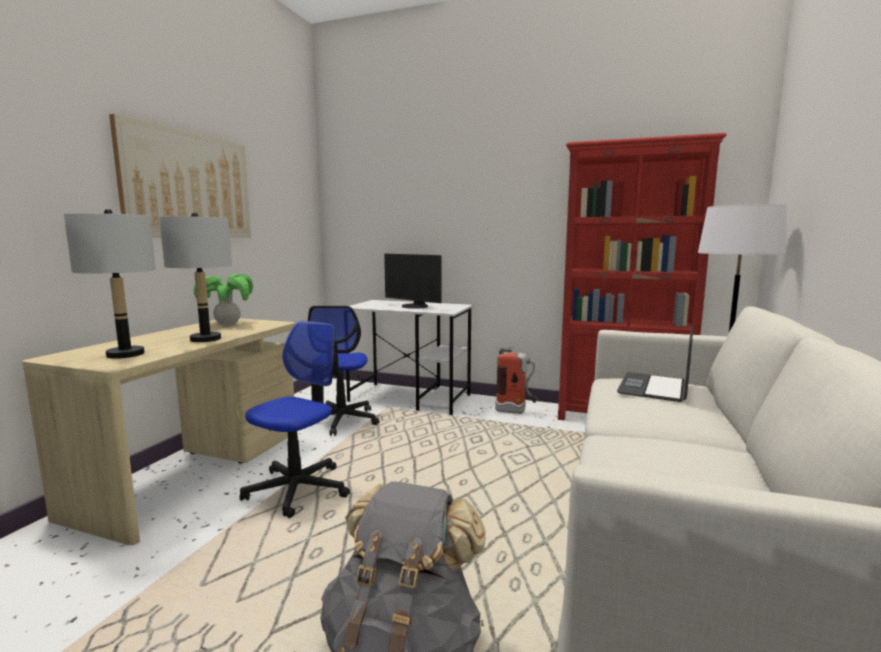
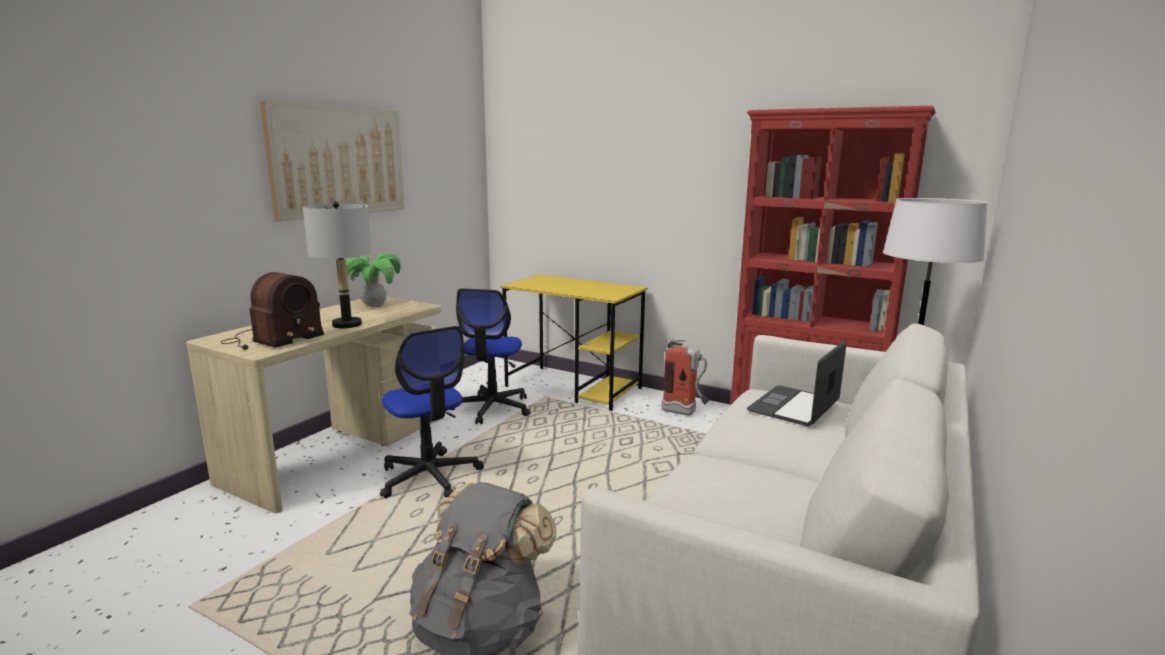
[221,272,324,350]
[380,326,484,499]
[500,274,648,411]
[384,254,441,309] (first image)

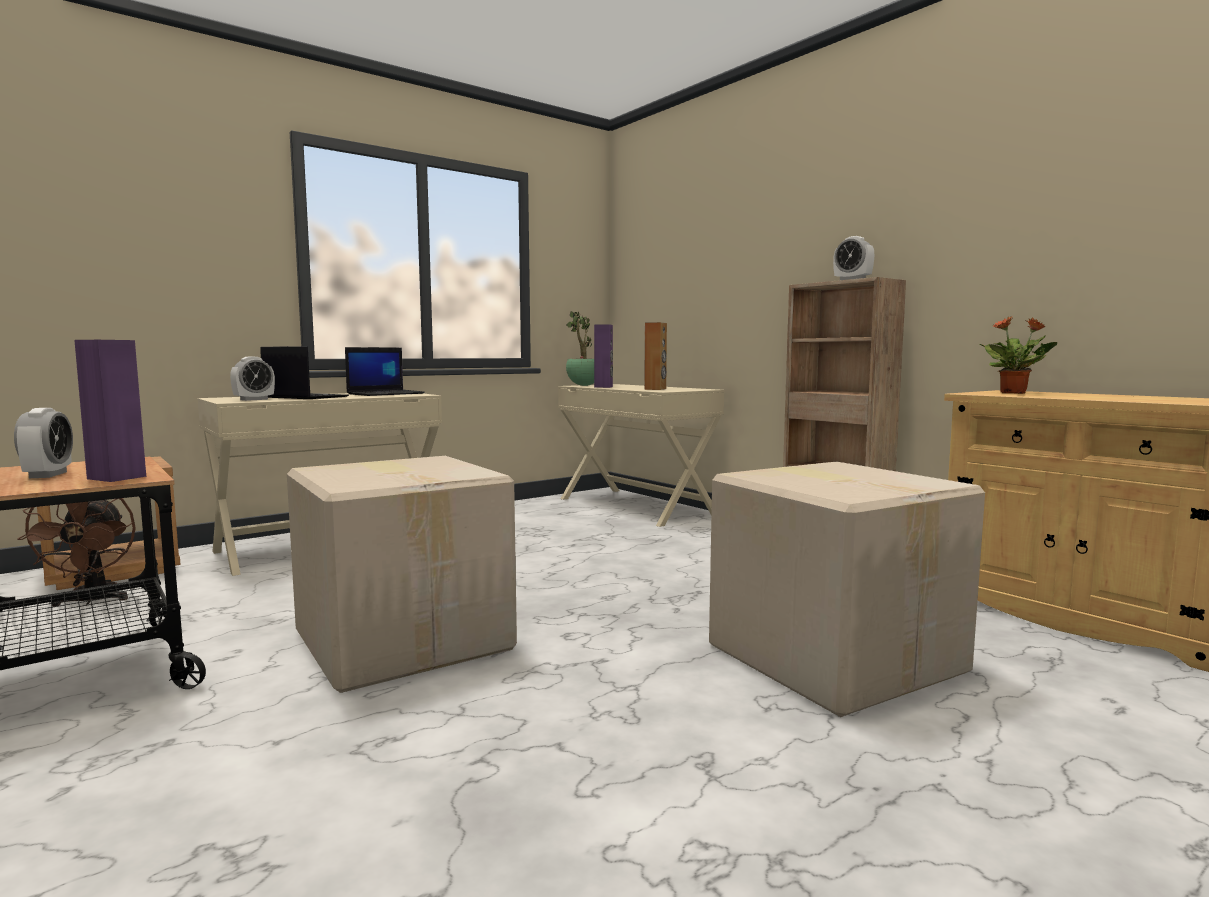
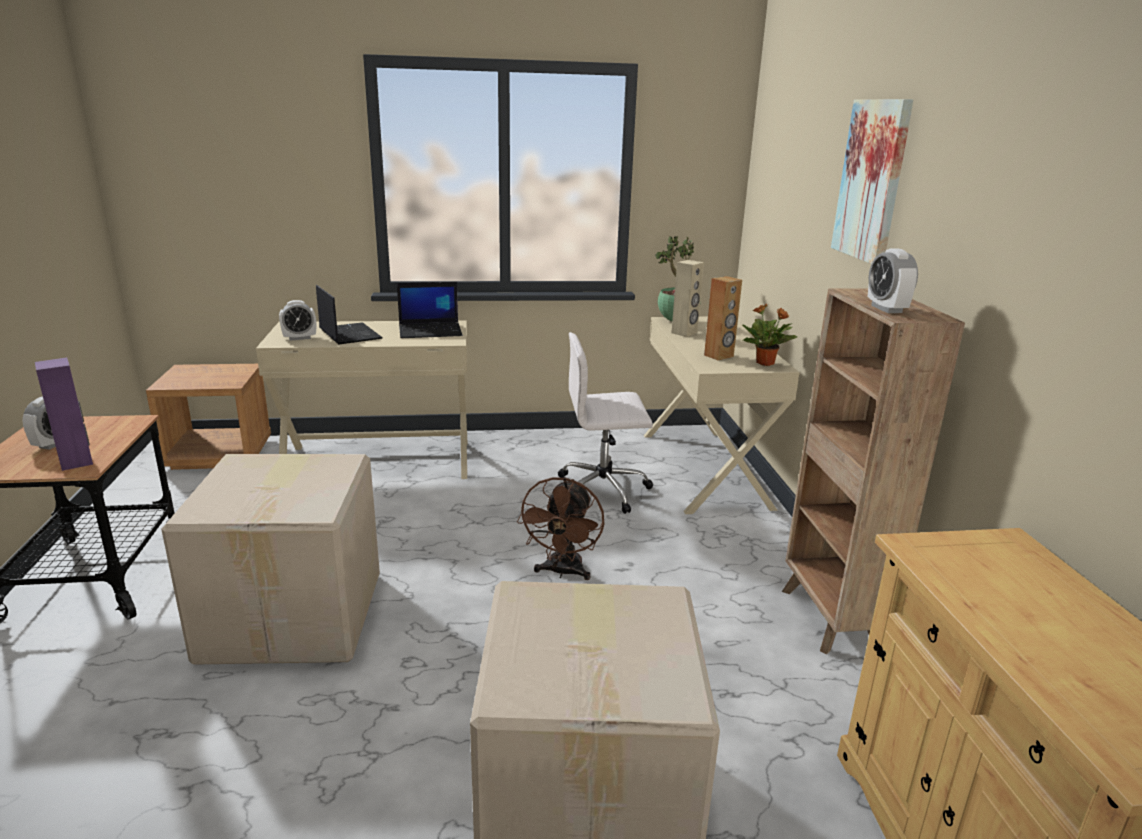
[517,477,604,580]
[671,260,704,337]
[742,304,797,366]
[558,332,653,514]
[831,99,914,264]

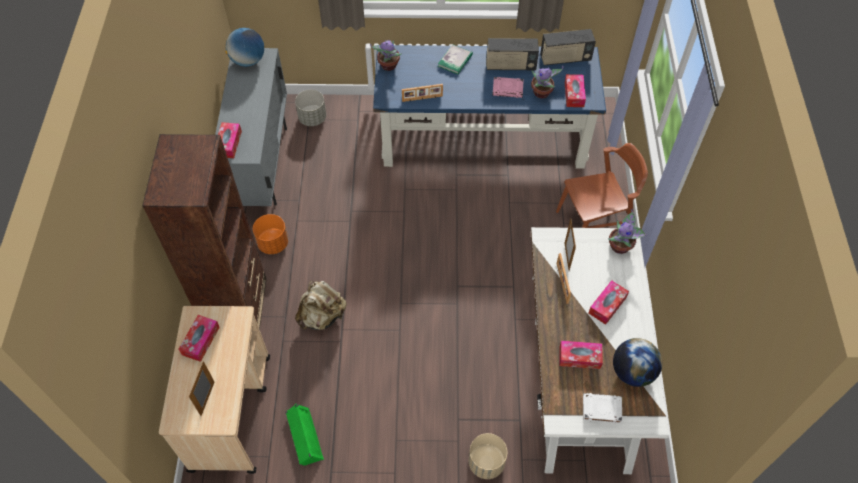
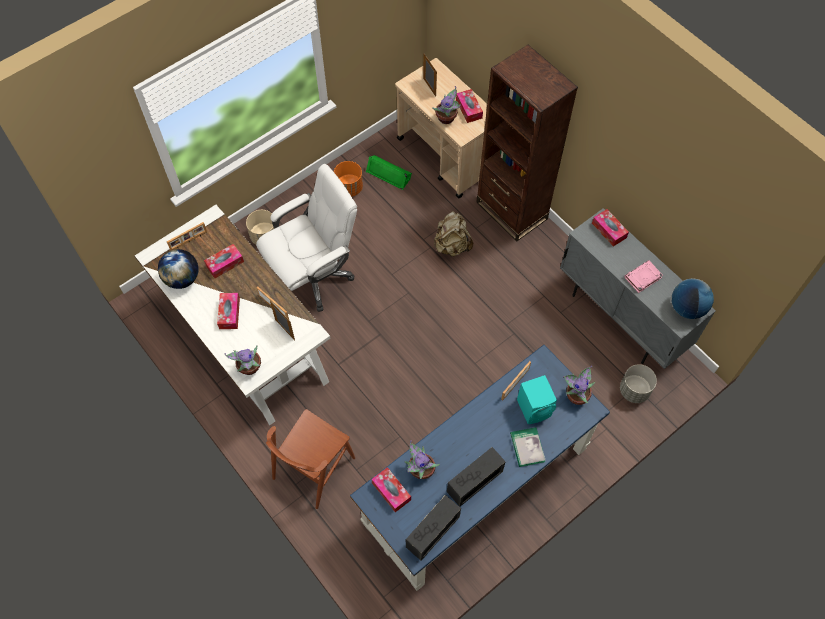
[334,161,363,197]
[624,260,663,293]
[167,222,207,251]
[256,164,357,312]
[432,86,461,124]
[517,375,557,424]

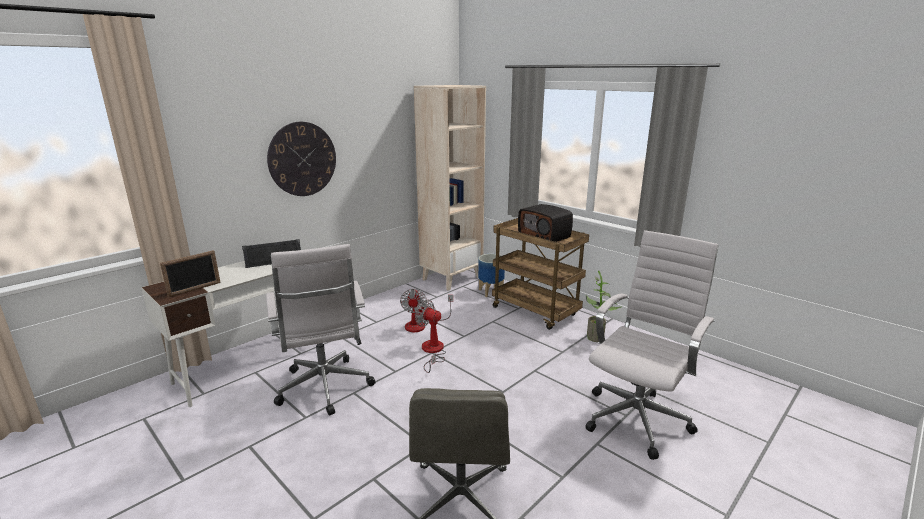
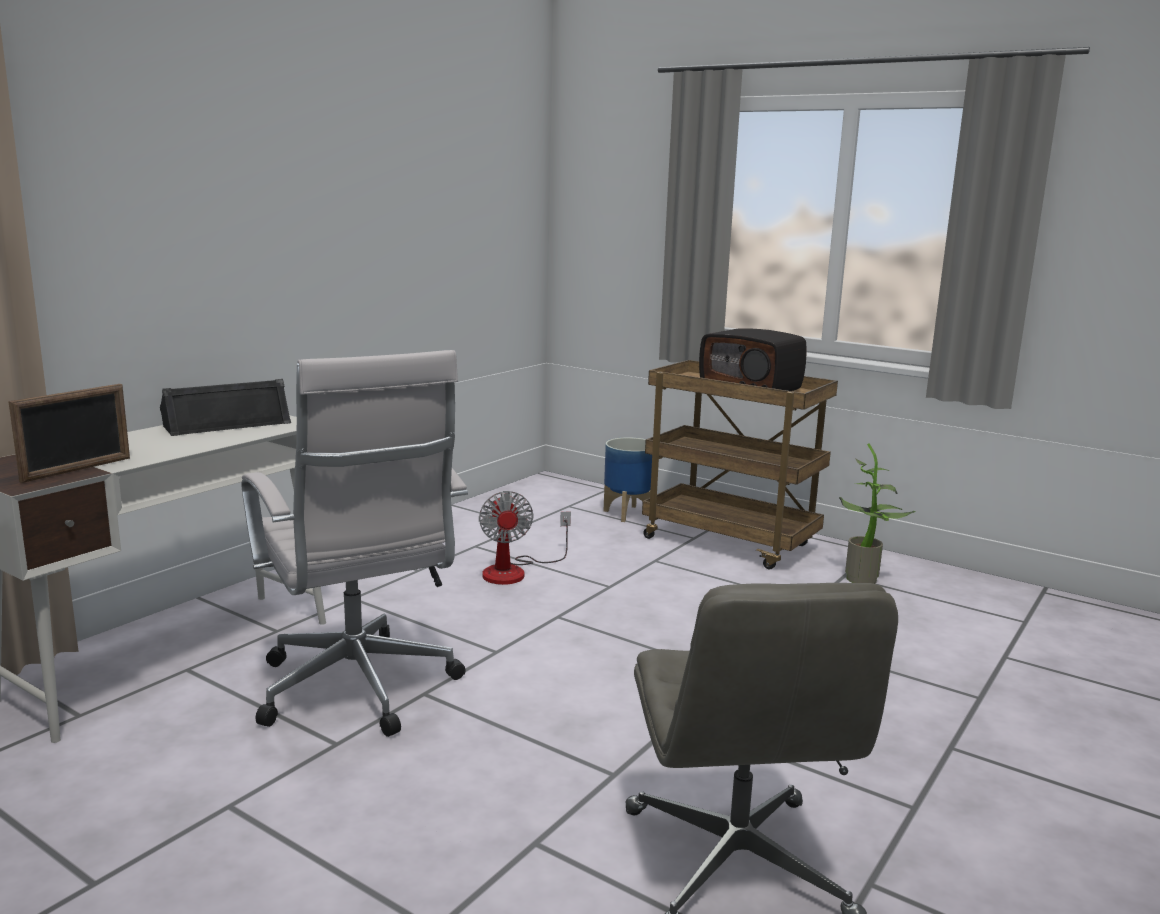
[267,122,336,196] (first image)
[414,85,486,291] (first image)
[415,300,446,373] (first image)
[585,230,718,460] (first image)

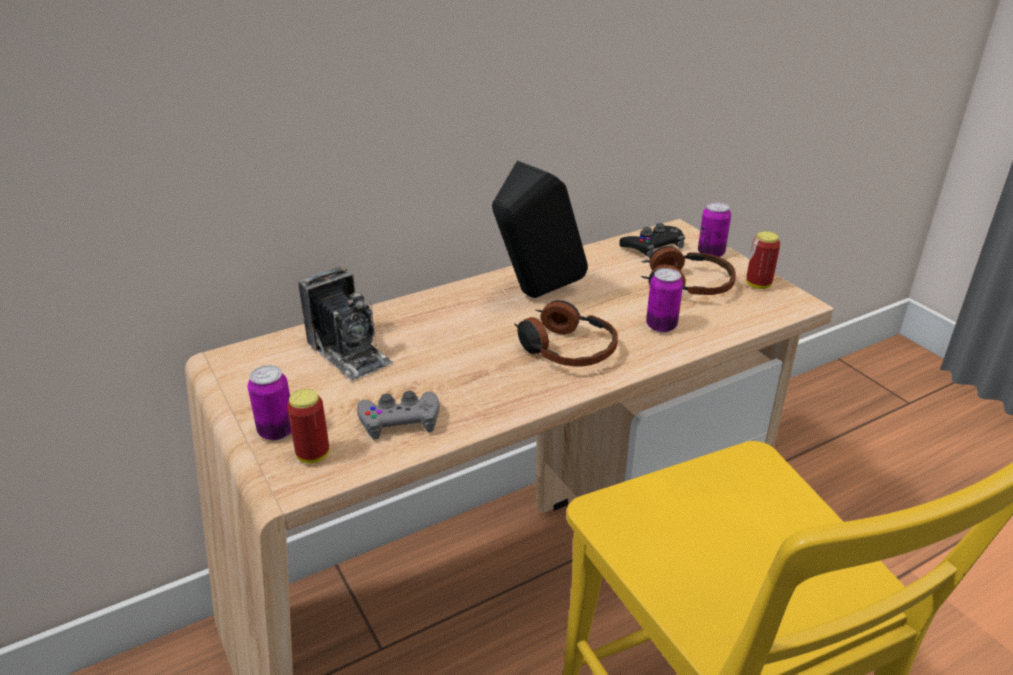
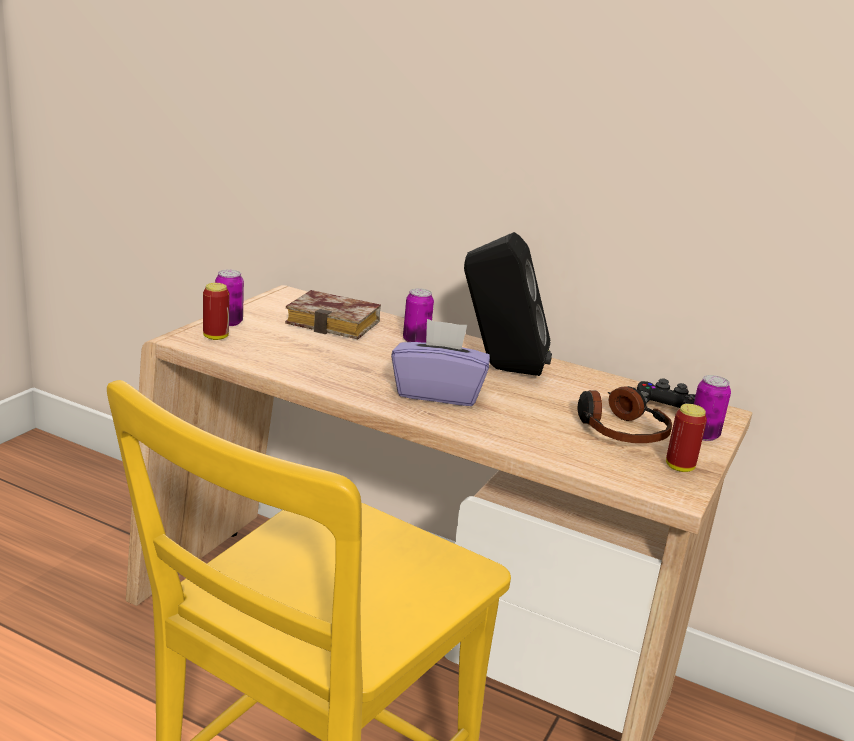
[285,290,381,339]
[357,391,440,440] (first image)
[391,319,490,406]
[403,288,434,343]

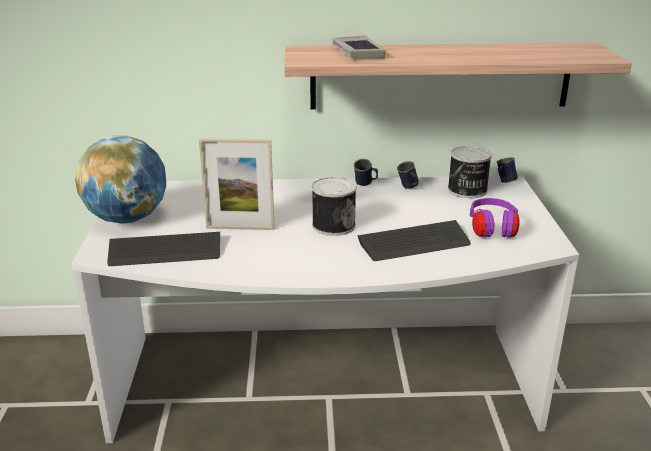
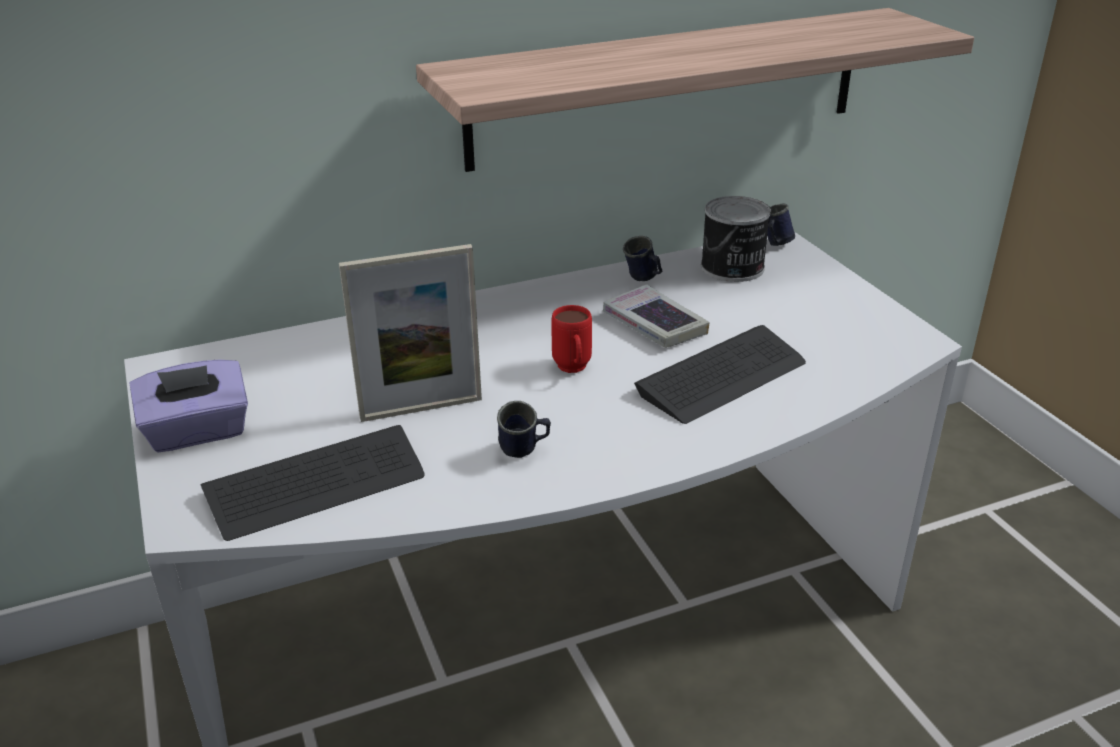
[129,359,248,452]
[551,305,592,373]
[603,284,710,348]
[497,401,551,458]
[470,198,520,238] (first image)

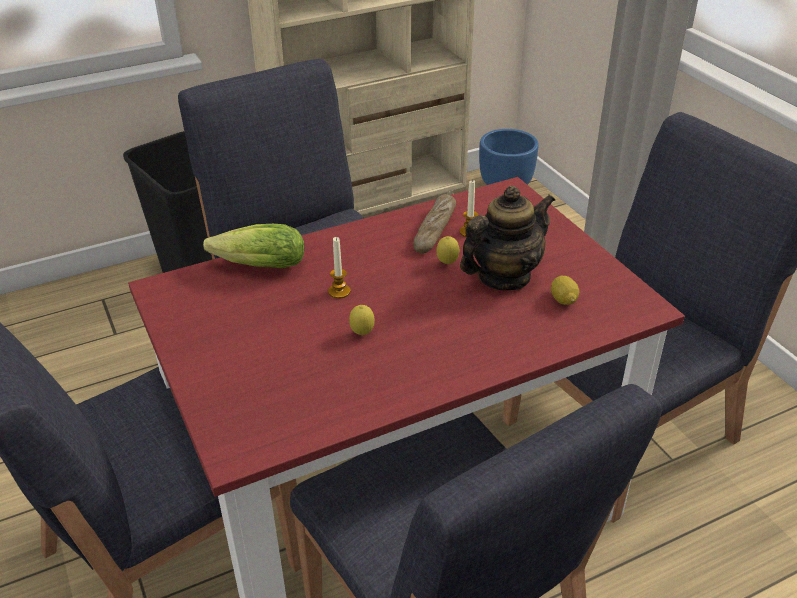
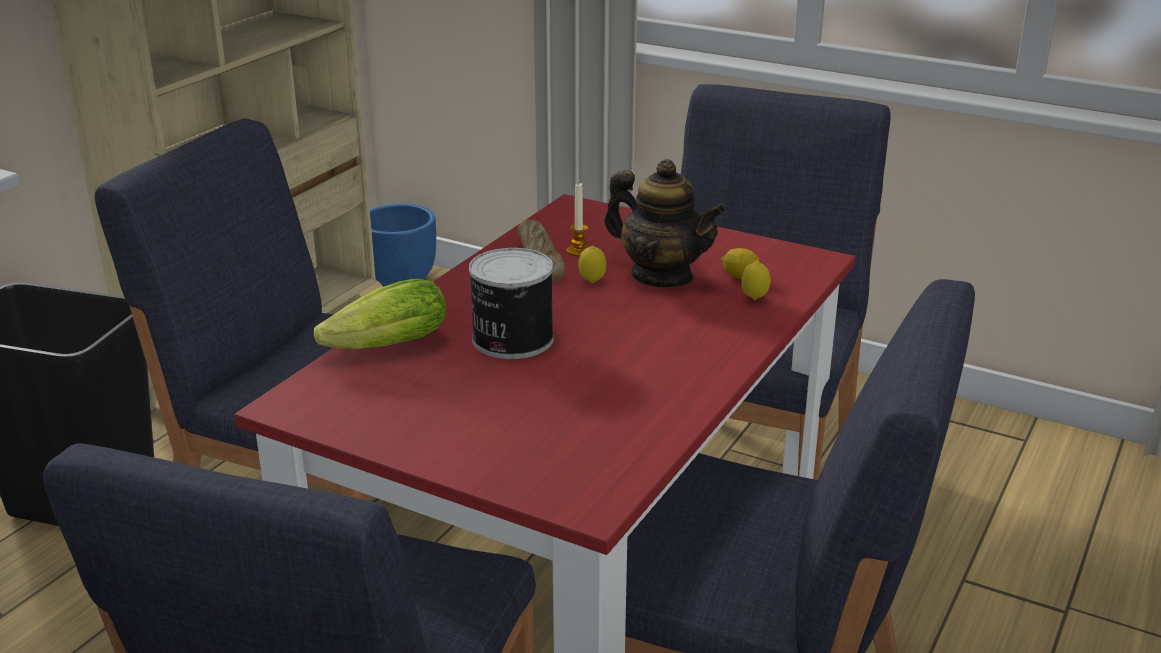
[469,248,554,359]
[741,262,770,300]
[605,159,726,287]

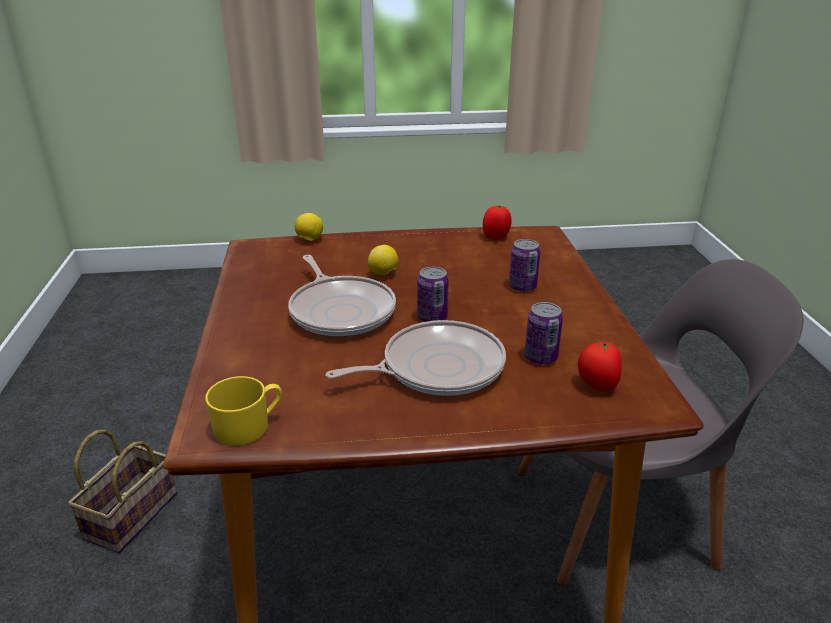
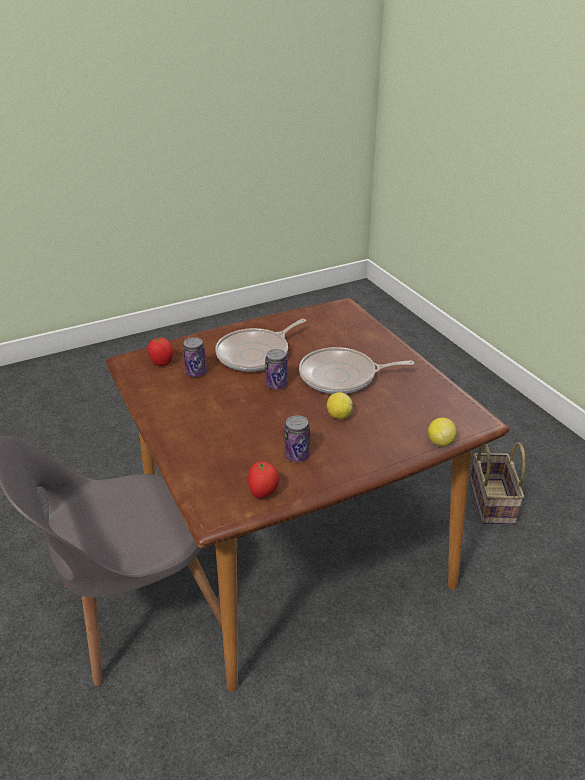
[205,376,282,446] (first image)
[299,347,414,394]
[284,415,310,462]

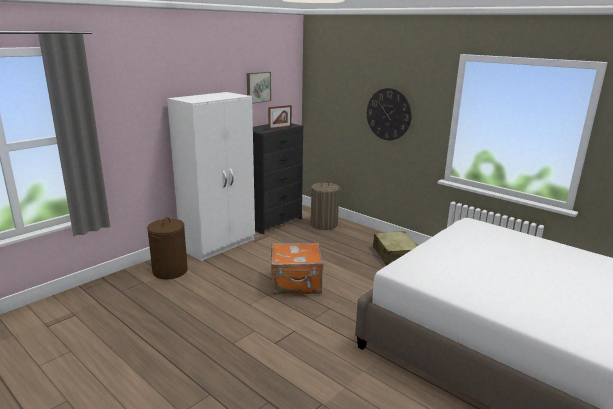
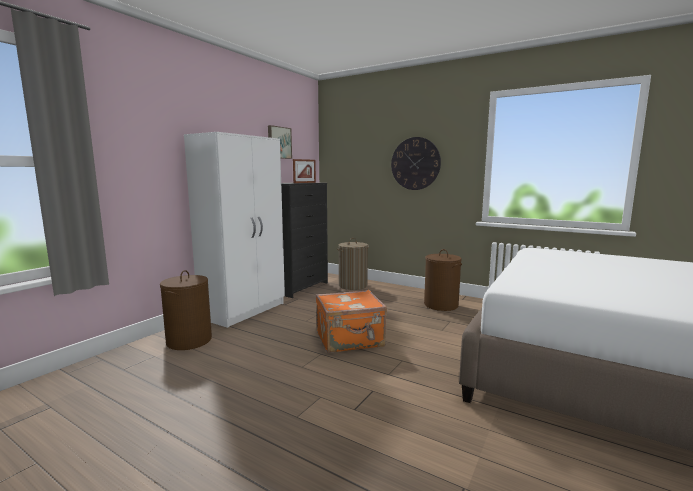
[424,249,462,311]

